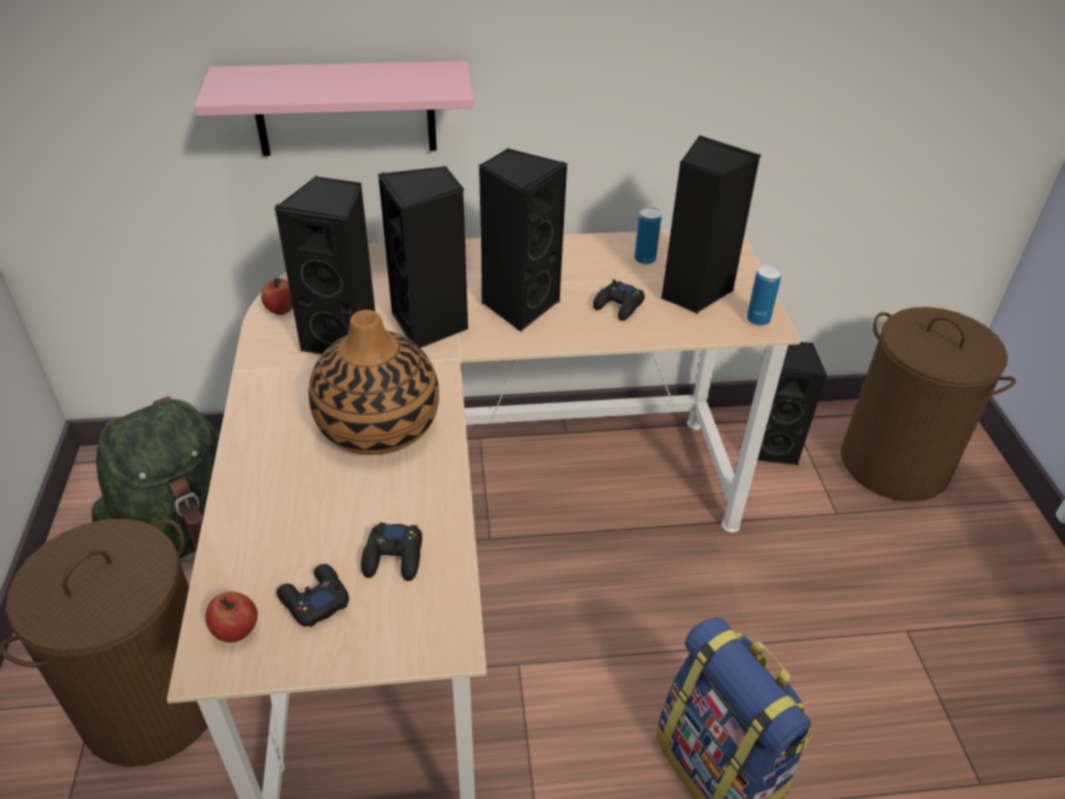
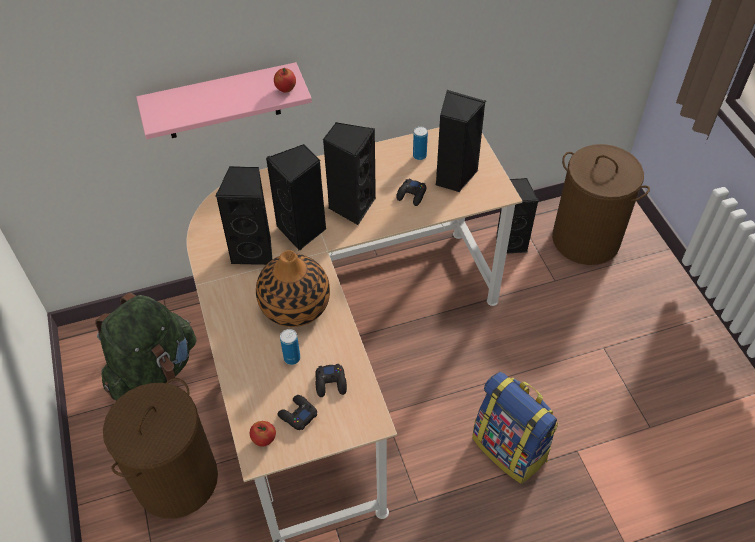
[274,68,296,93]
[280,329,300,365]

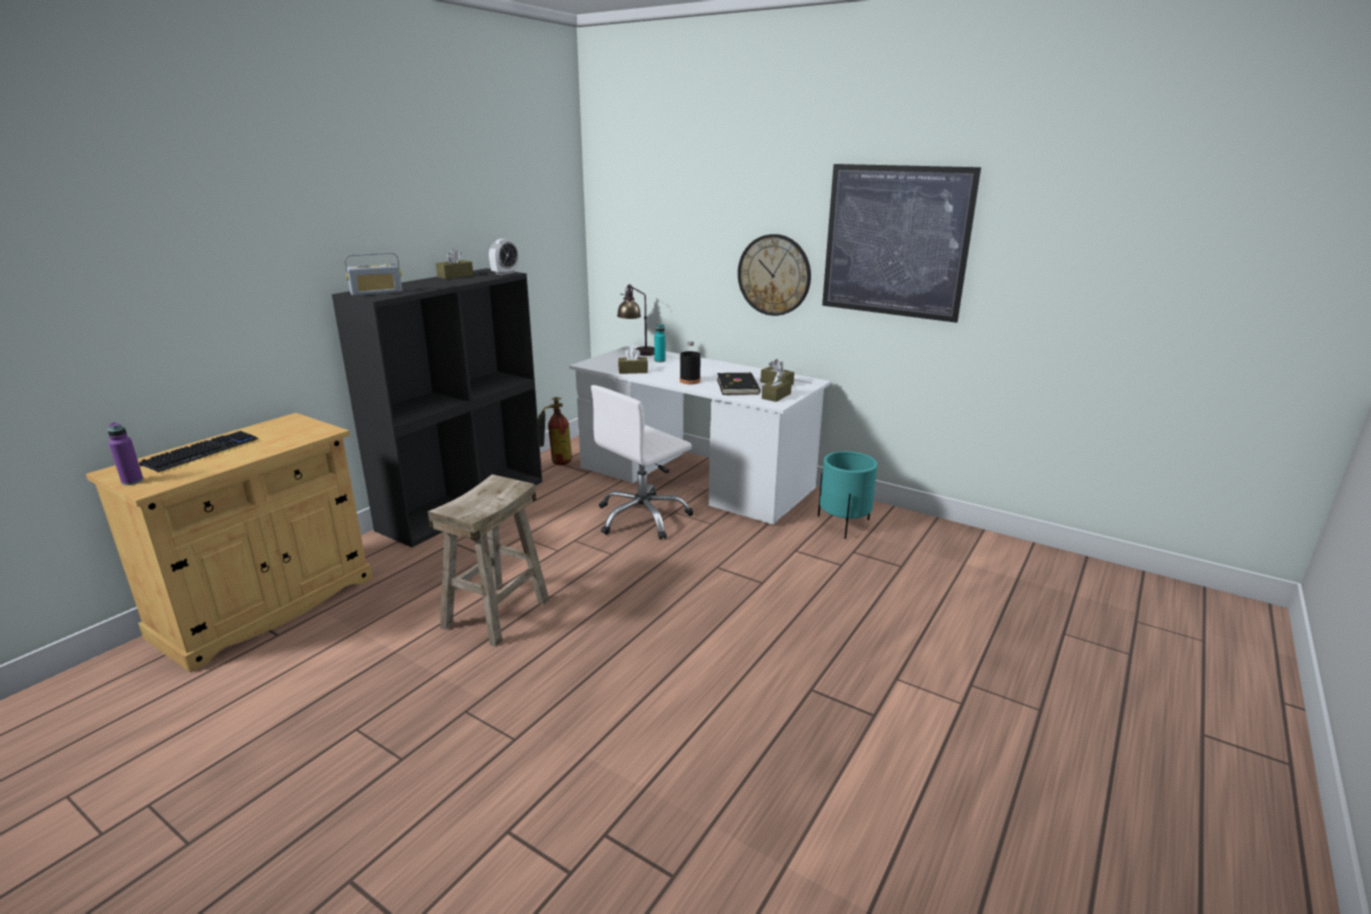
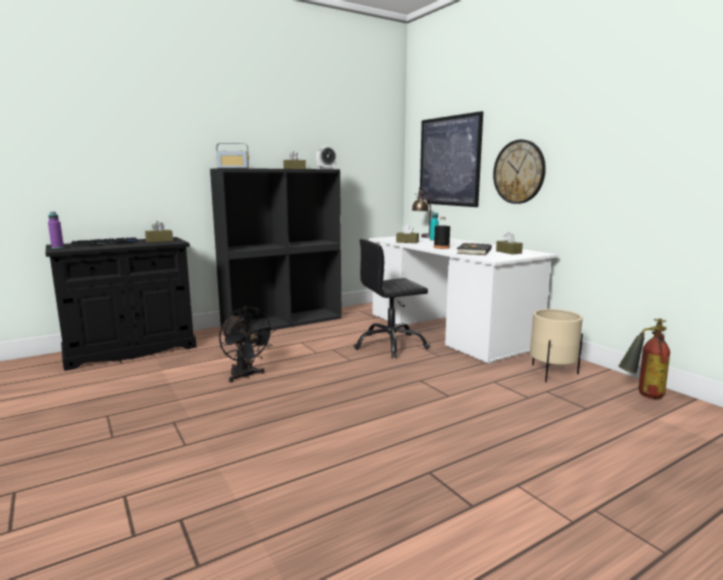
[46,237,196,371]
[219,306,276,383]
[618,318,670,399]
[354,239,430,358]
[145,221,173,243]
[530,309,583,382]
[420,111,483,207]

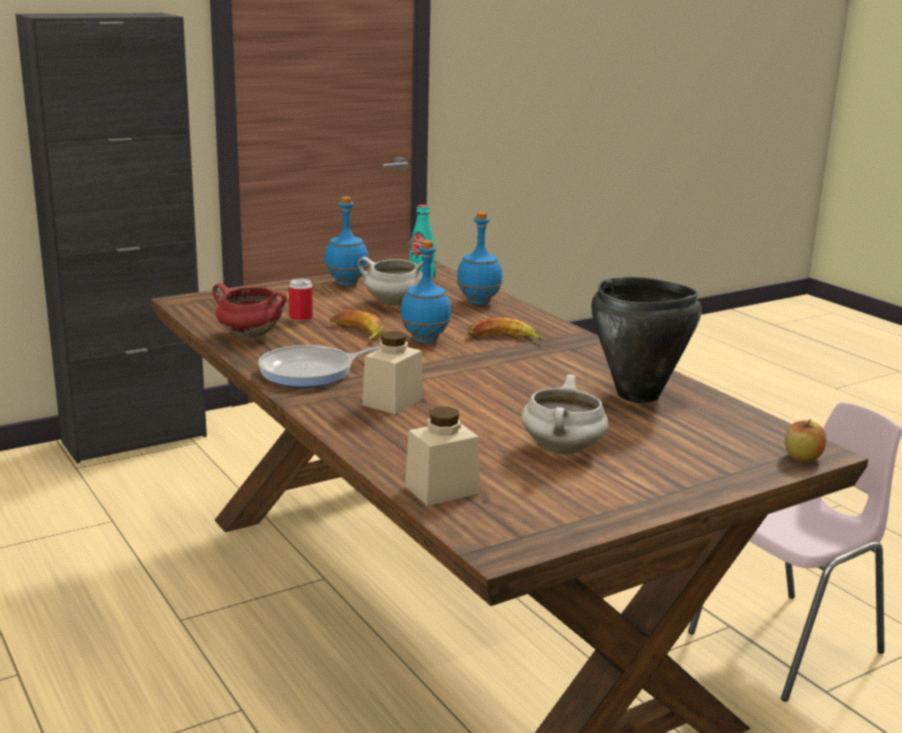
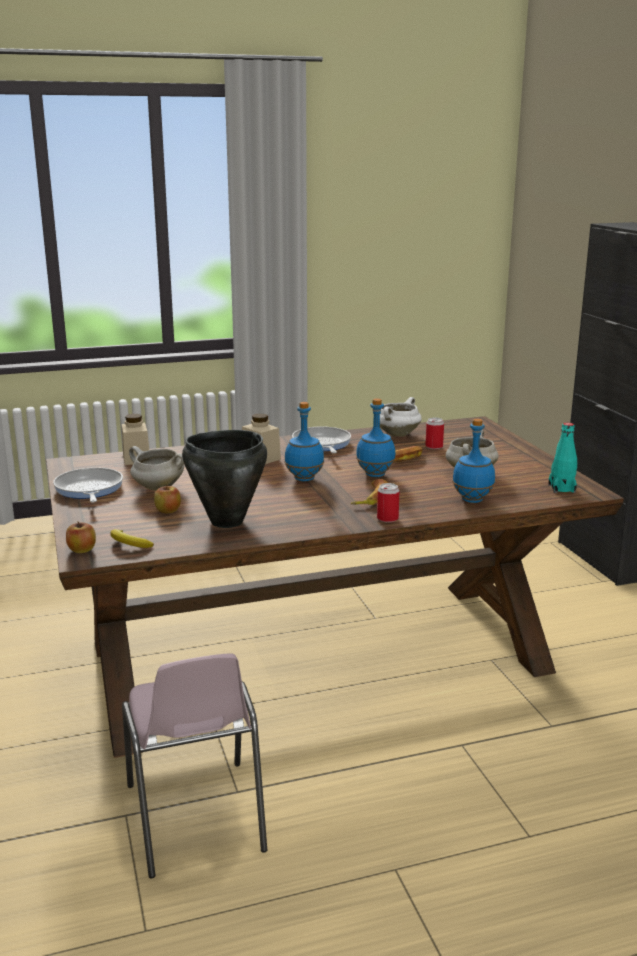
[380,397,422,437]
[284,402,324,481]
[53,467,123,502]
[110,529,154,548]
[154,486,181,513]
[377,483,399,523]

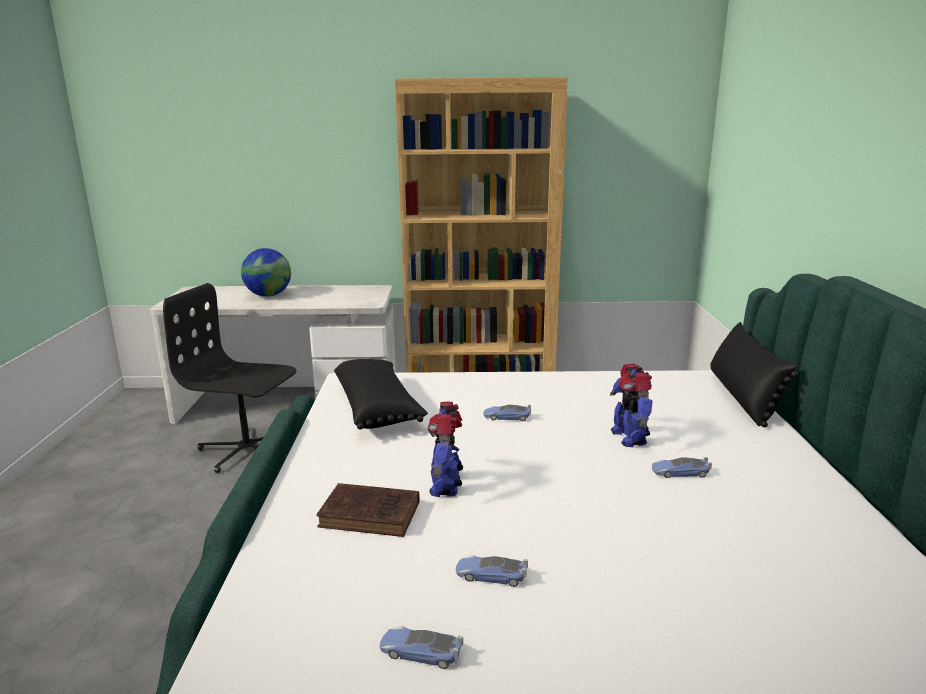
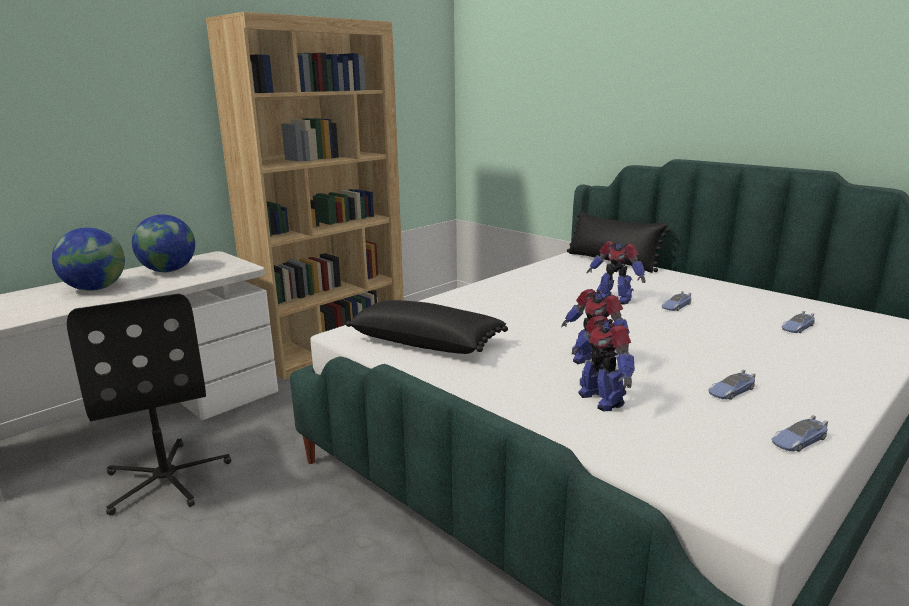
[67,294,231,515]
[572,316,635,411]
[782,311,815,333]
[132,214,195,272]

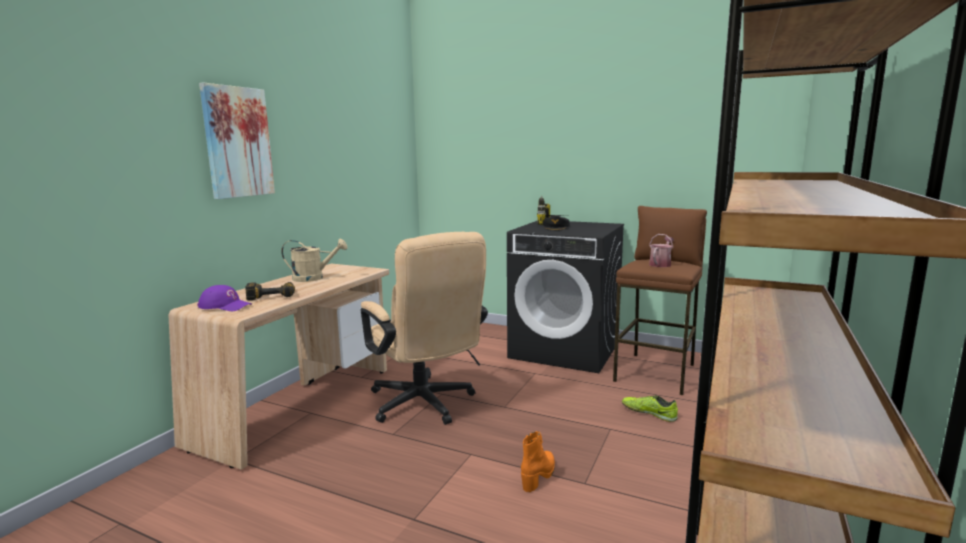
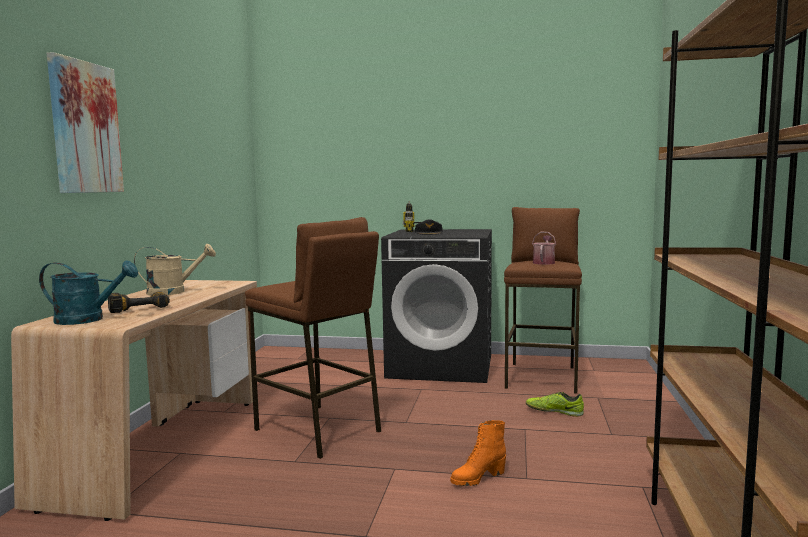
[39,260,138,325]
[245,217,381,459]
[450,420,506,486]

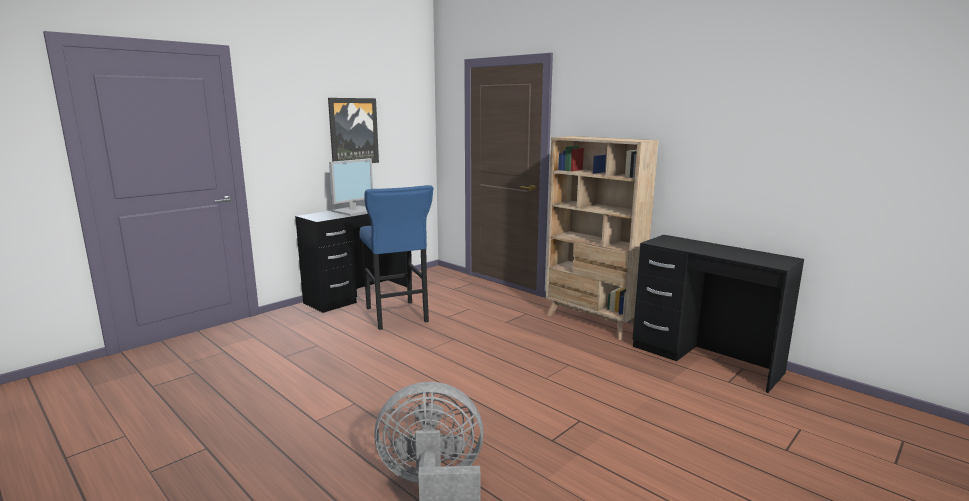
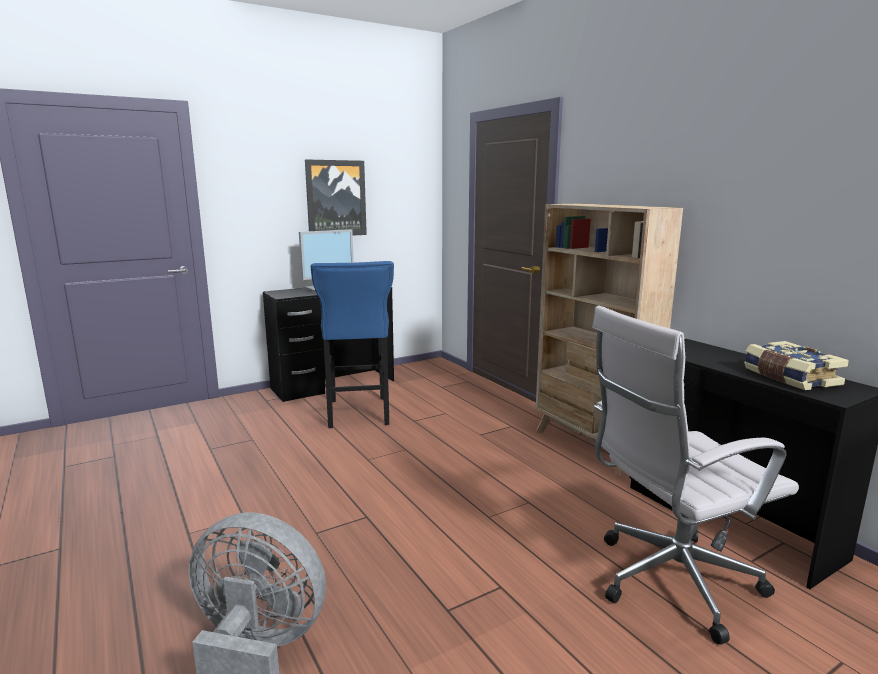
[592,306,799,645]
[744,341,849,390]

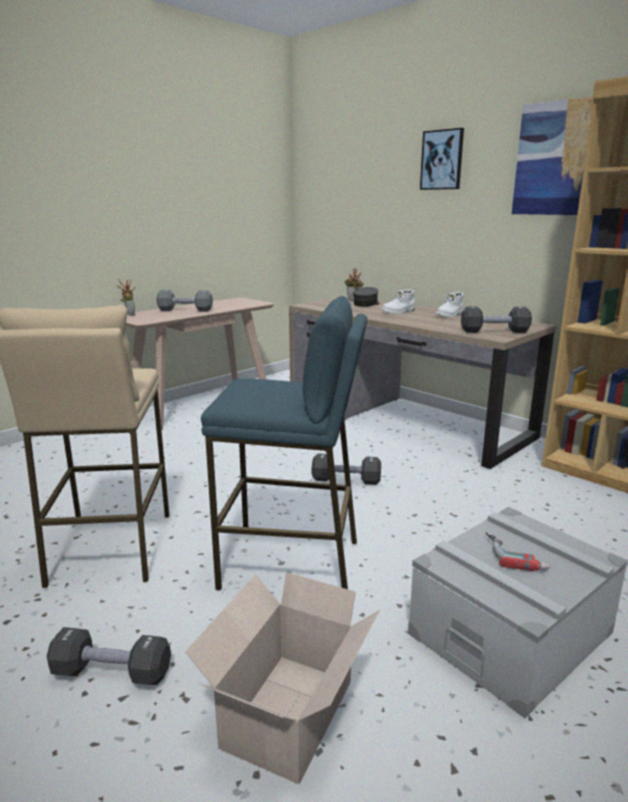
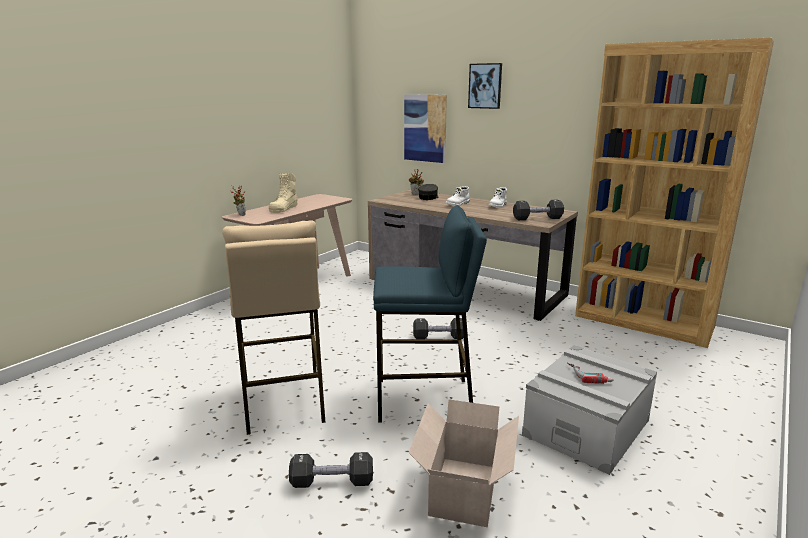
[269,173,298,213]
[404,94,447,163]

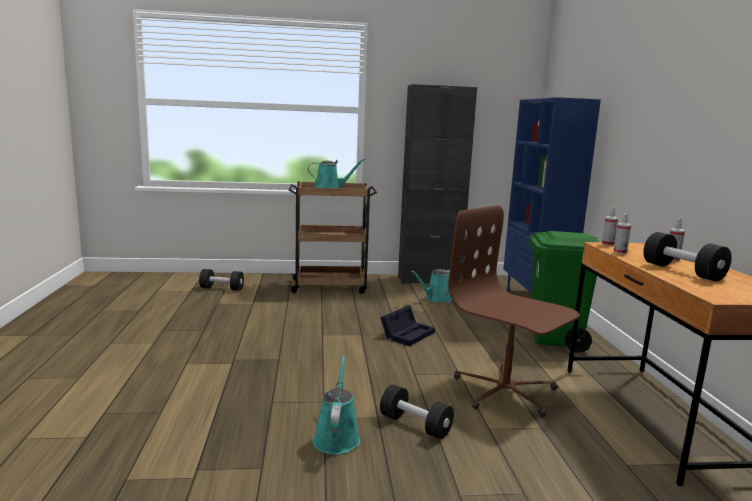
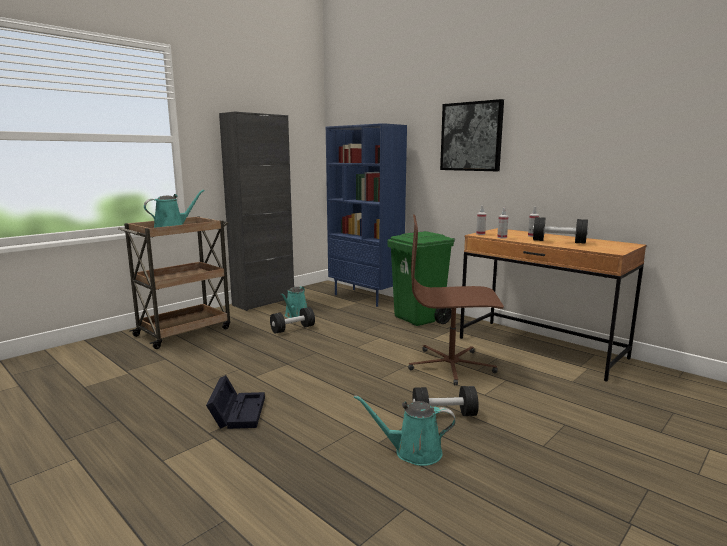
[270,307,315,334]
[354,395,456,466]
[206,375,265,429]
[440,99,504,171]

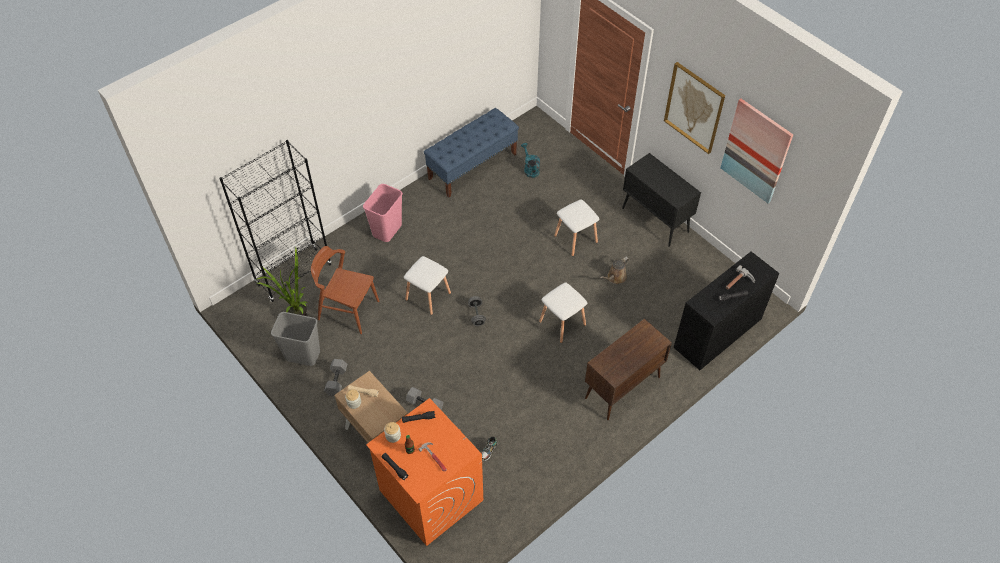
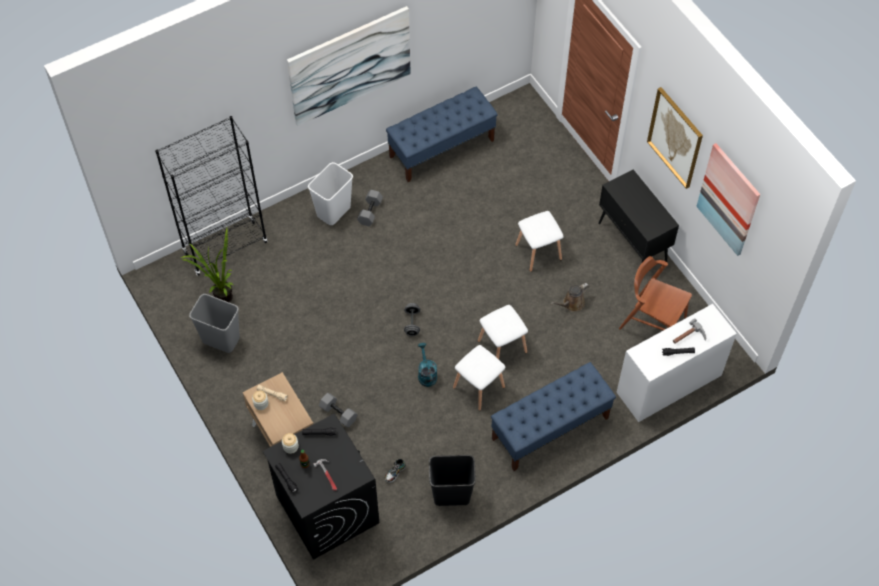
[619,256,692,330]
[357,190,383,226]
[308,162,353,225]
[263,414,379,560]
[453,345,505,411]
[418,343,437,387]
[491,362,616,471]
[617,304,737,422]
[287,6,411,126]
[429,455,476,506]

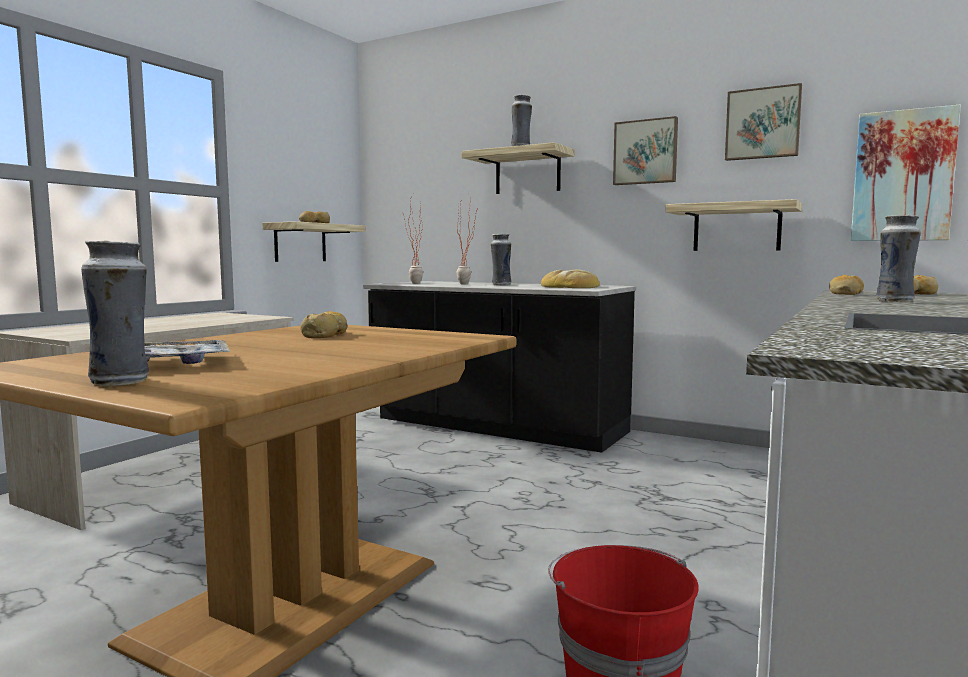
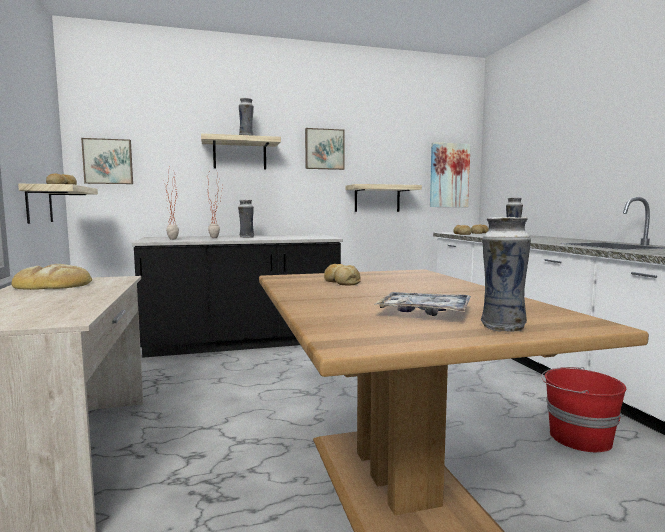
[11,264,92,290]
[81,138,133,184]

